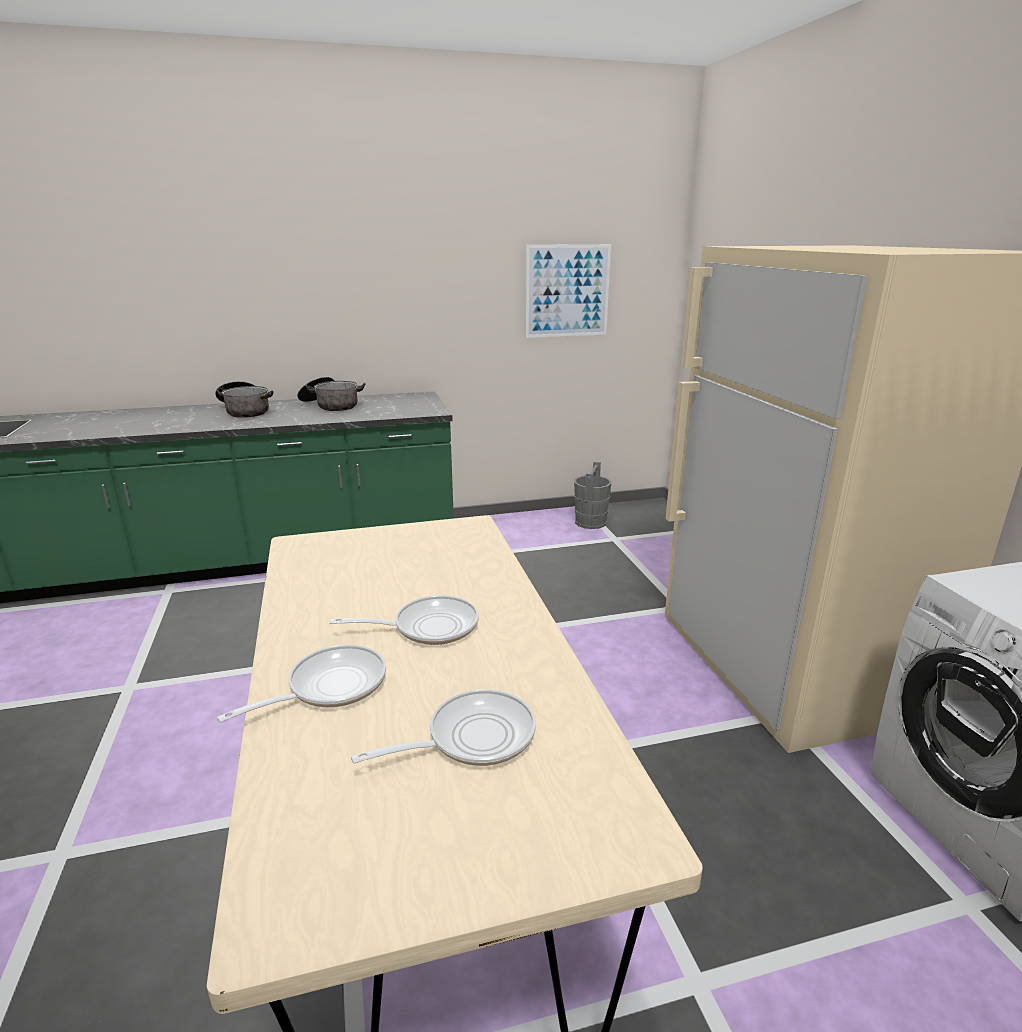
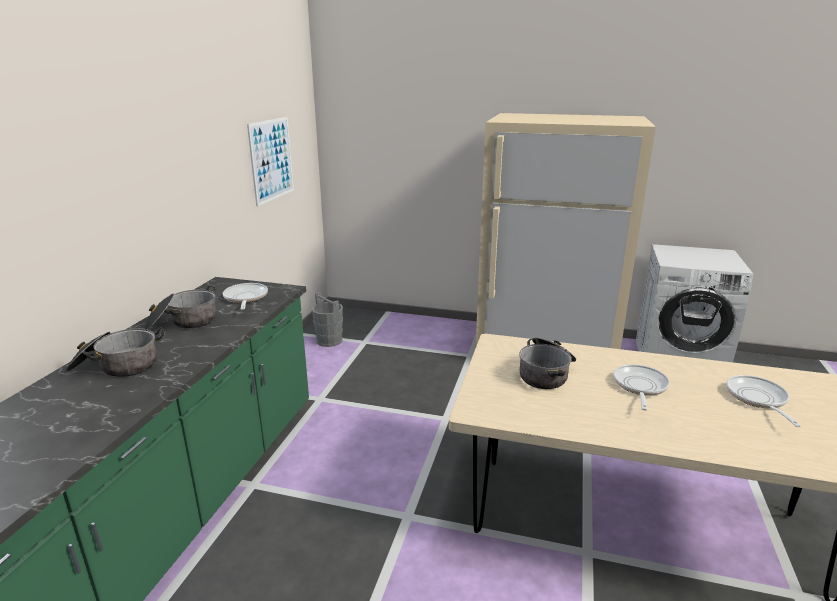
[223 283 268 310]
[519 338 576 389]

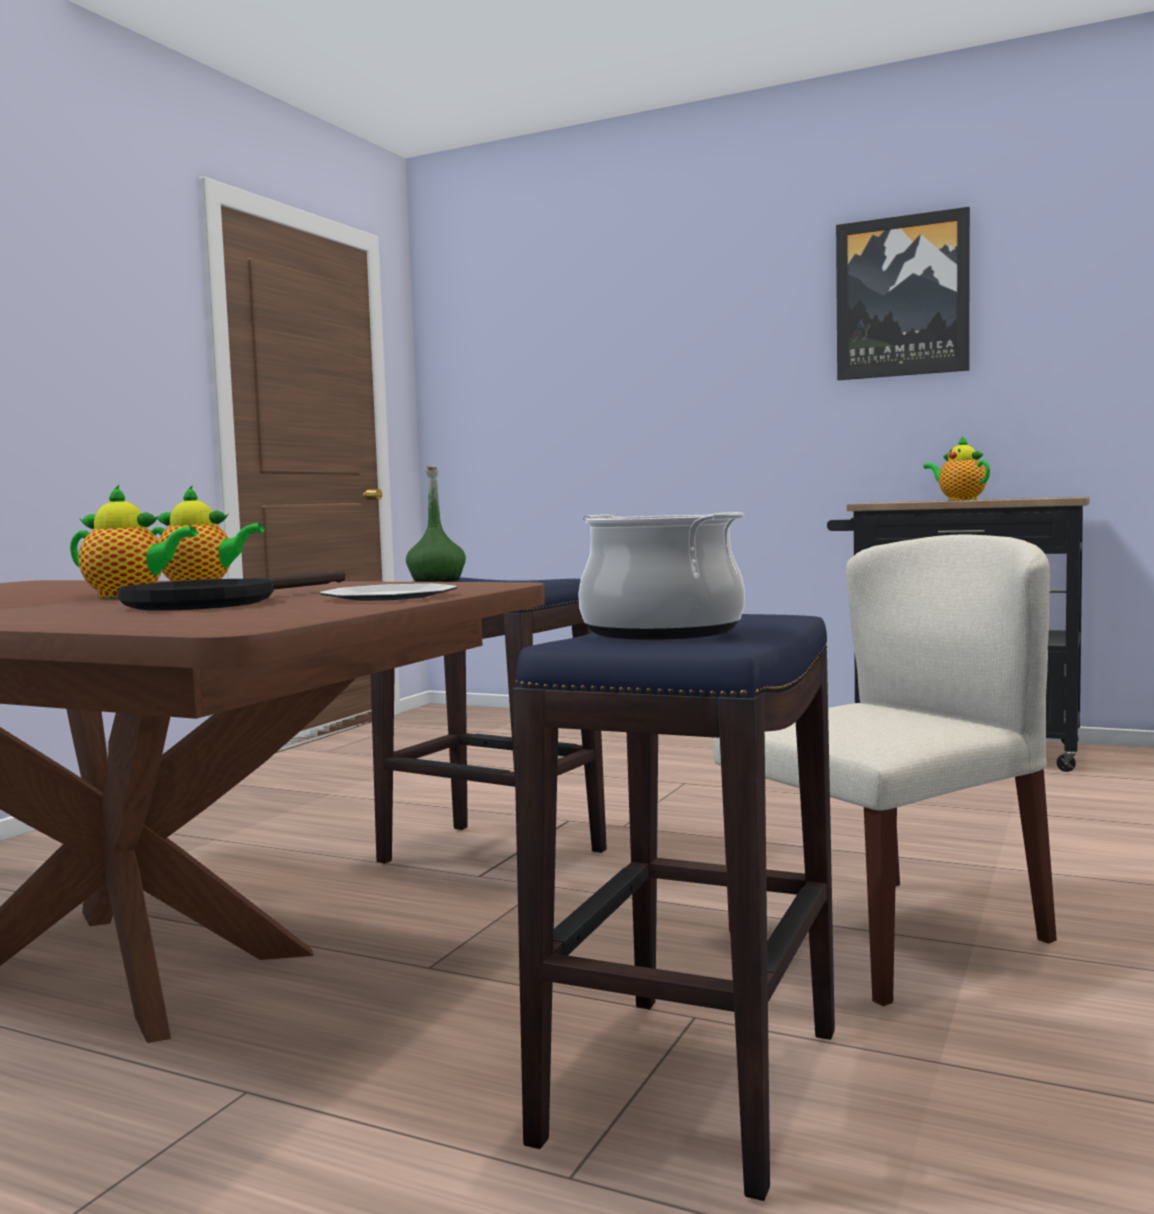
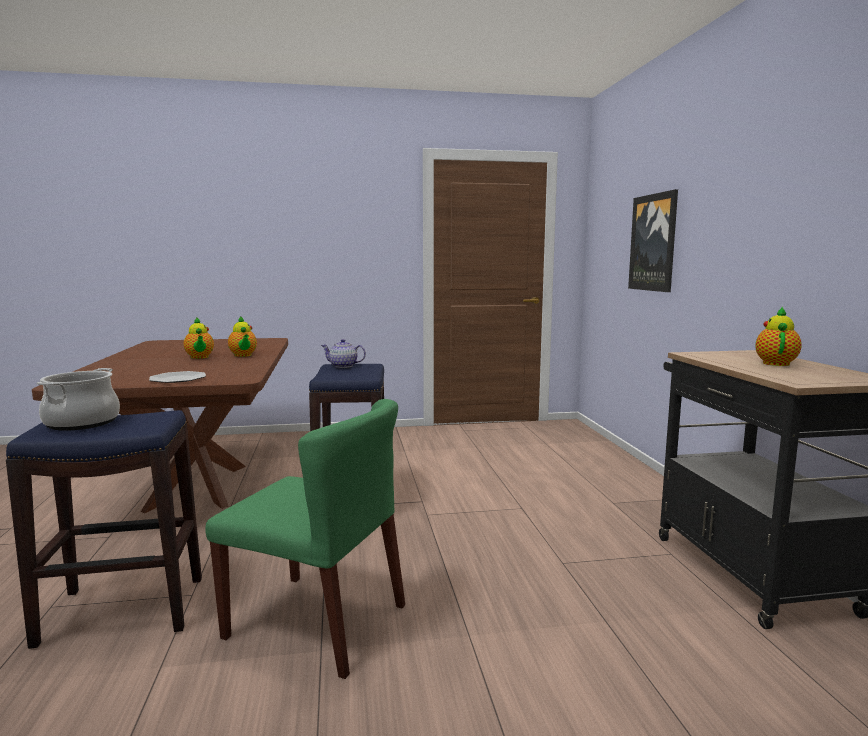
[628 189 678 292]
[321 339 366 368]
[205 399 405 679]
[117 571 345 611] (first image)

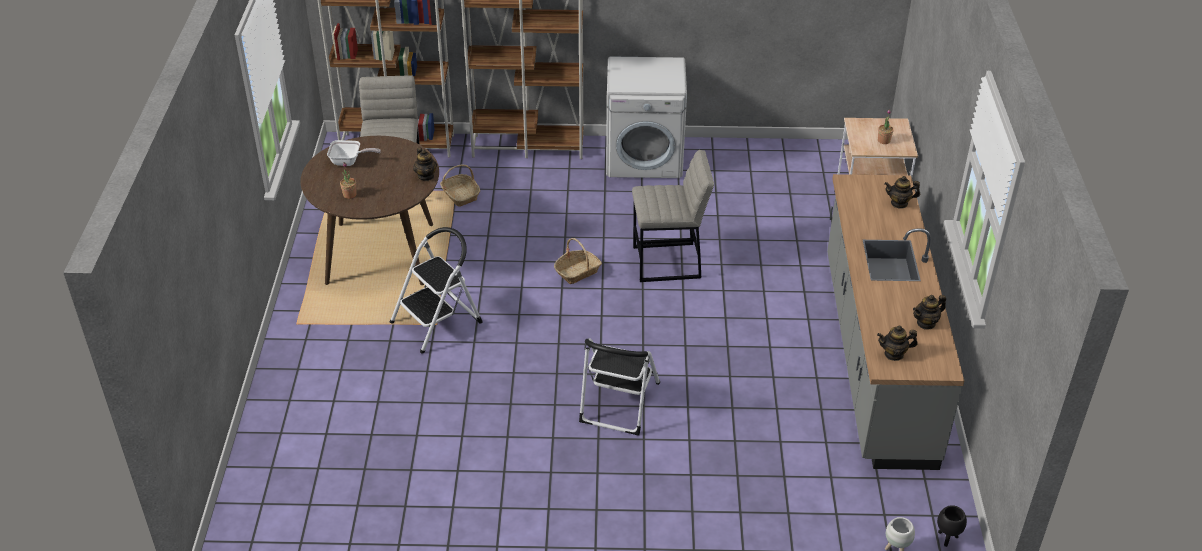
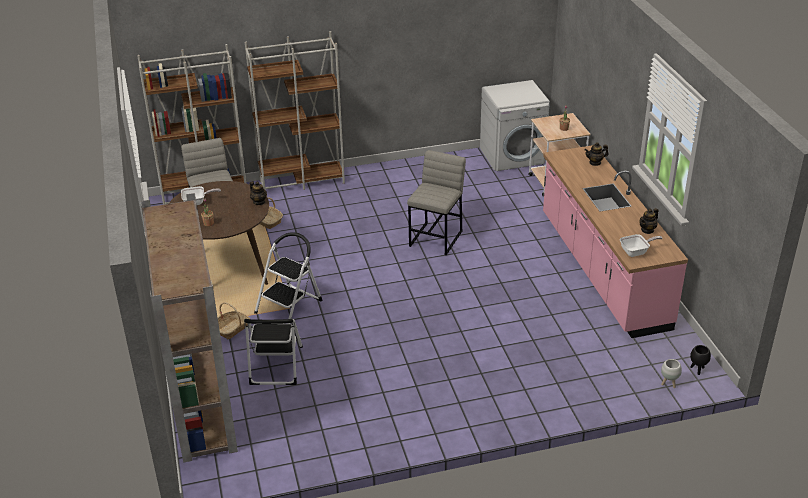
[480 80 550 171]
[407 150 466 255]
[543 146 688 338]
[218 302 250 339]
[620 234 662 257]
[244 319 303 385]
[141 193 238 463]

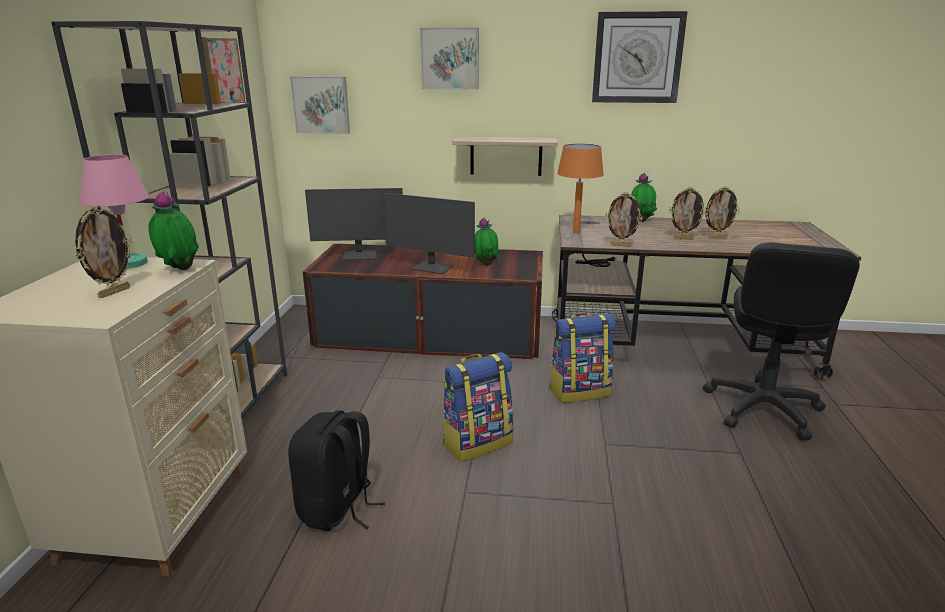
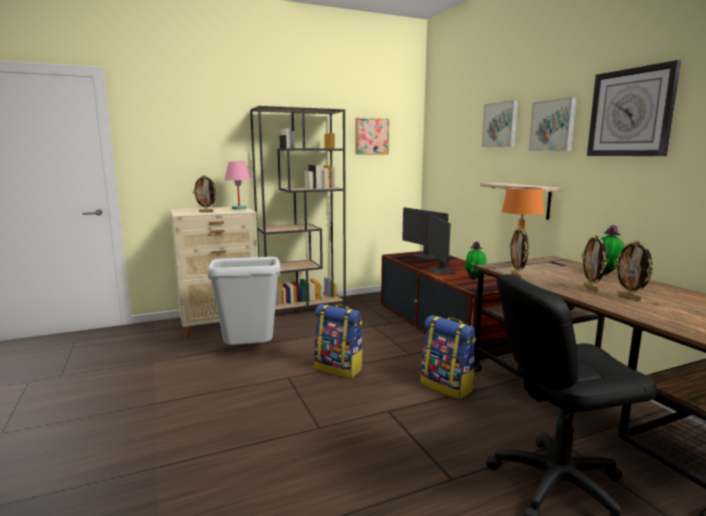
[529 97 577 151]
[148 191 199 270] (first image)
[207 257 281 345]

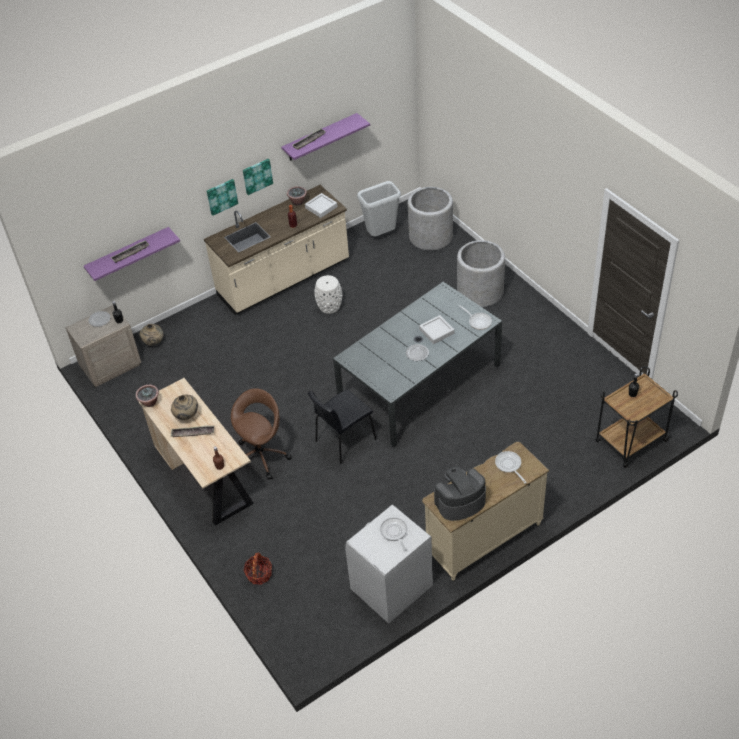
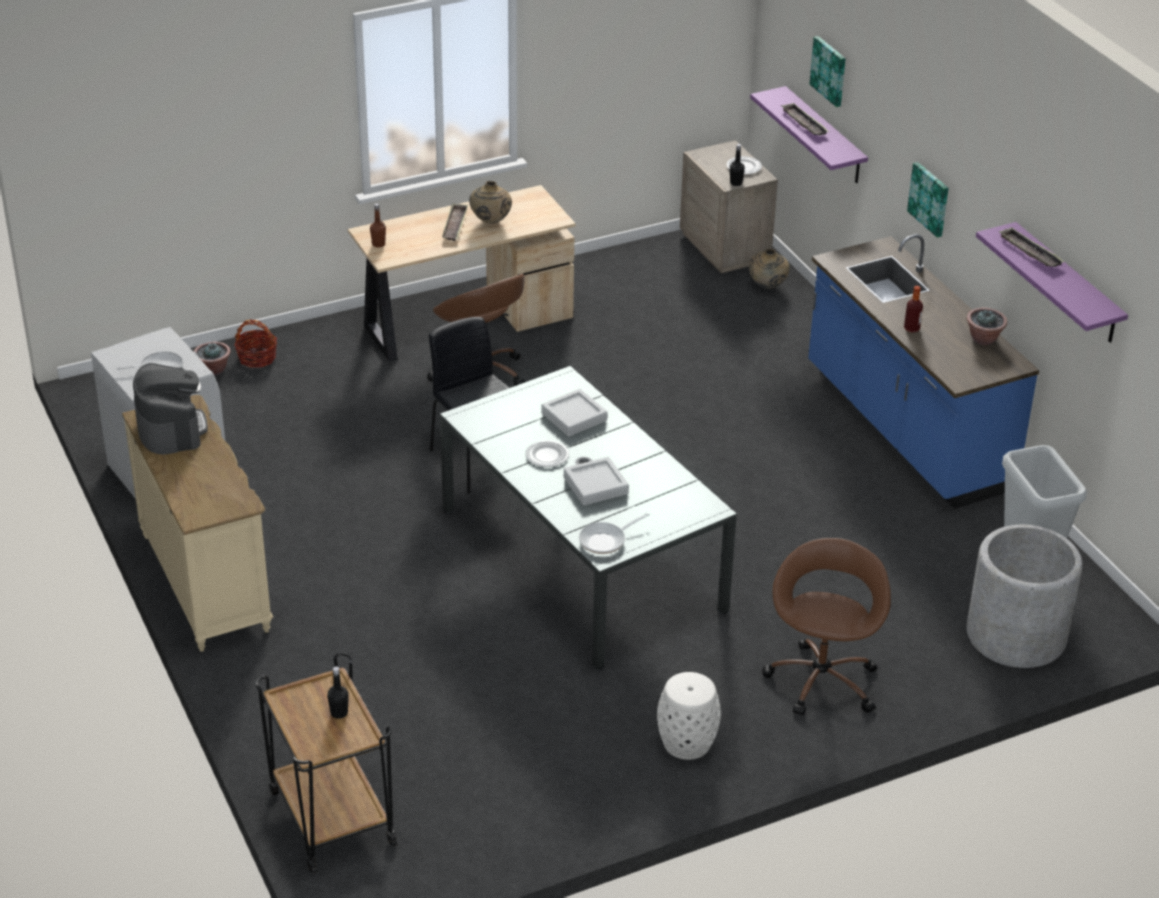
[810 36 846 107]
[808 234 1039 509]
[541 389 608 437]
[762 538 891 715]
[657 672 721 760]
[194 342 231 376]
[495 451 527 483] (first image)

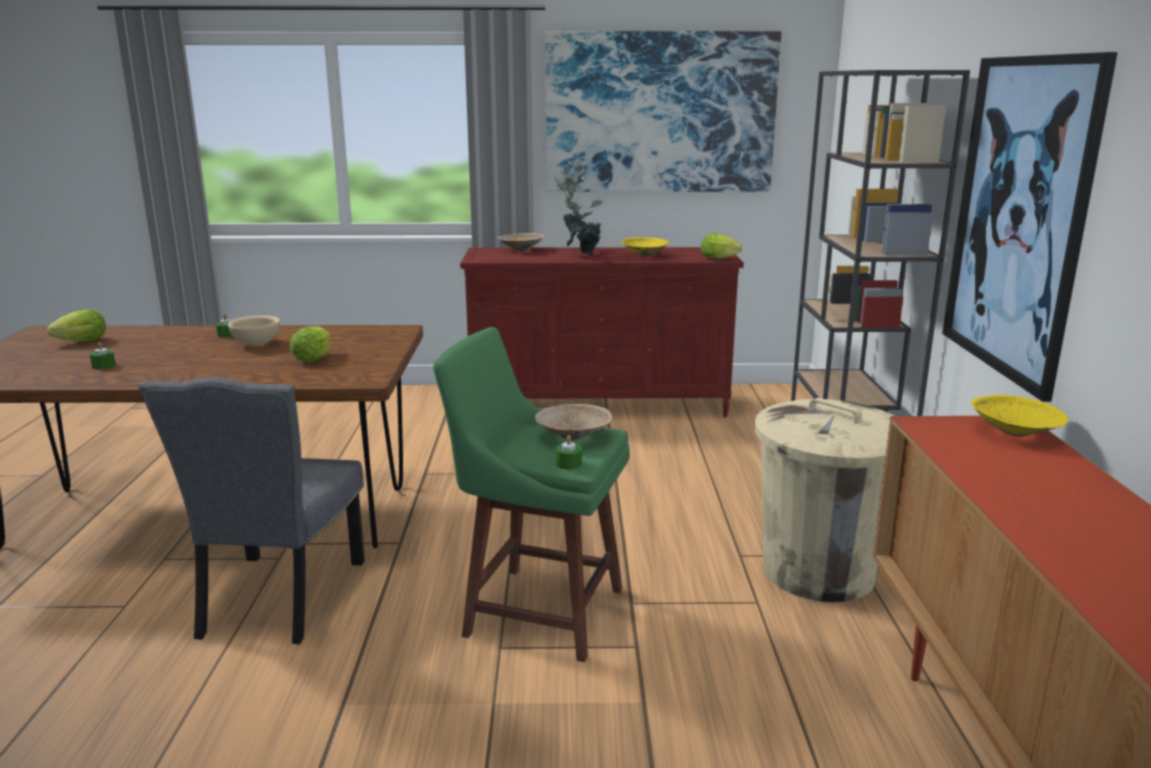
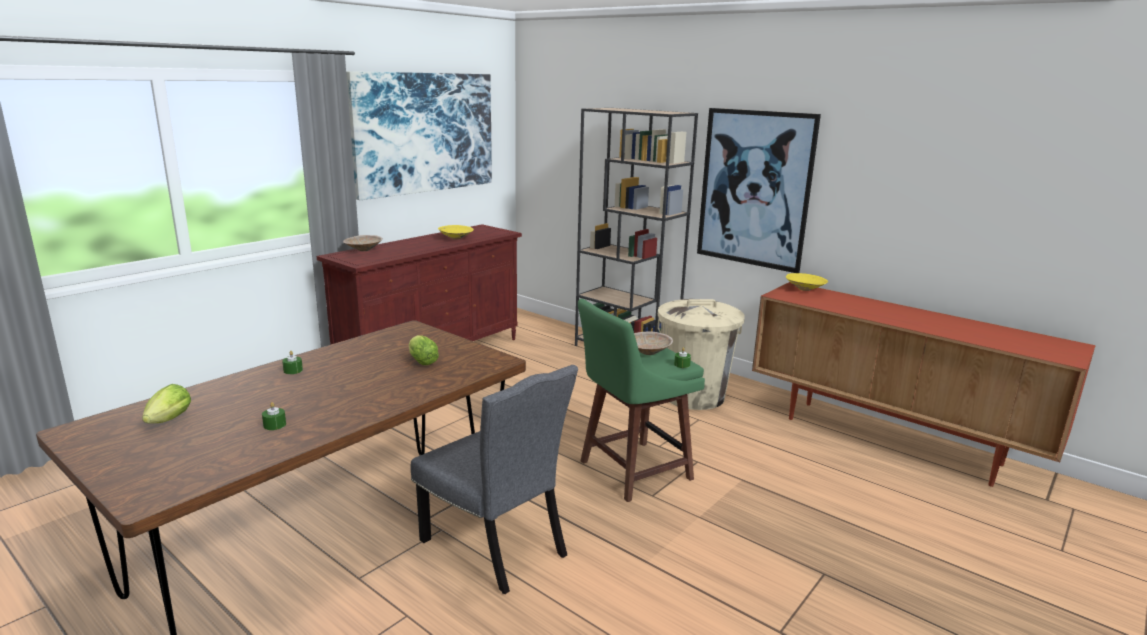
[554 160 604 255] (first image)
[701 233 742 259] (first image)
[228 316 280 346] (first image)

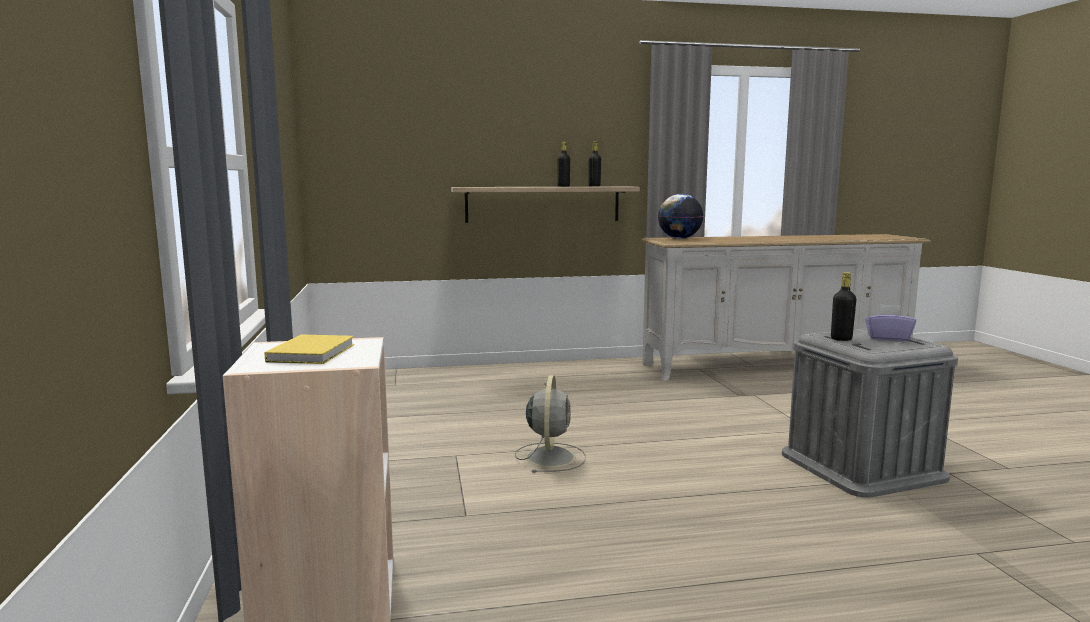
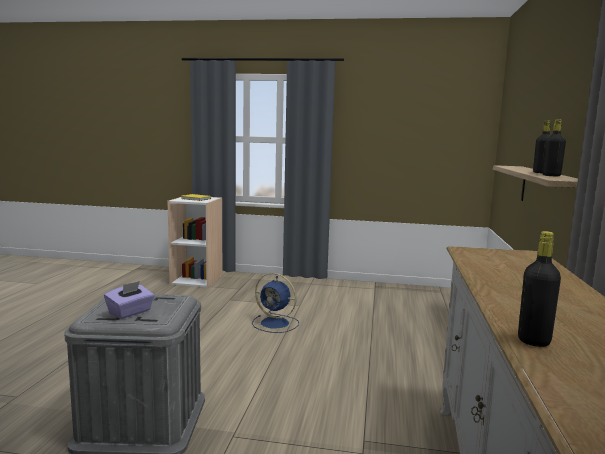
[658 194 703 239] (first image)
[518 231 561 347]
[252 273 299 333]

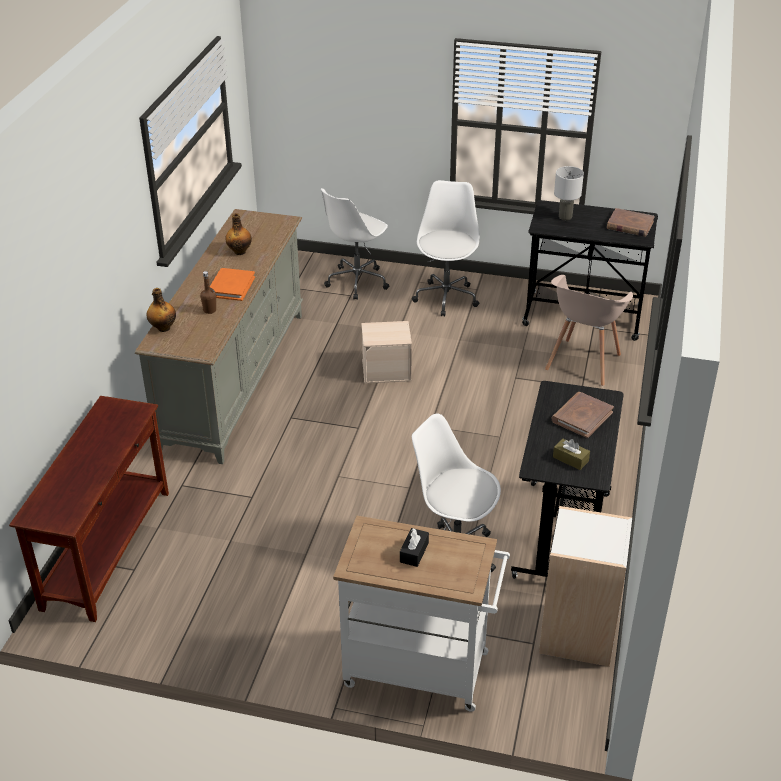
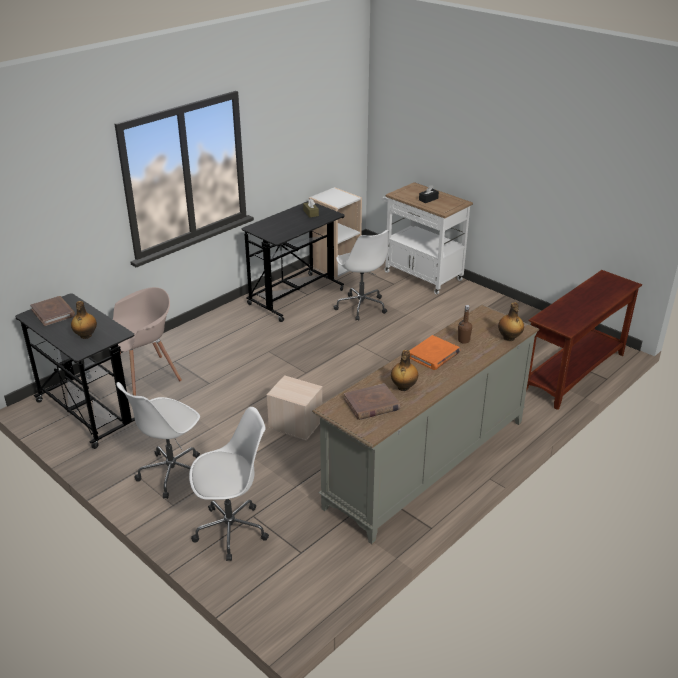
[71 301 97 339]
[344 383 401 420]

